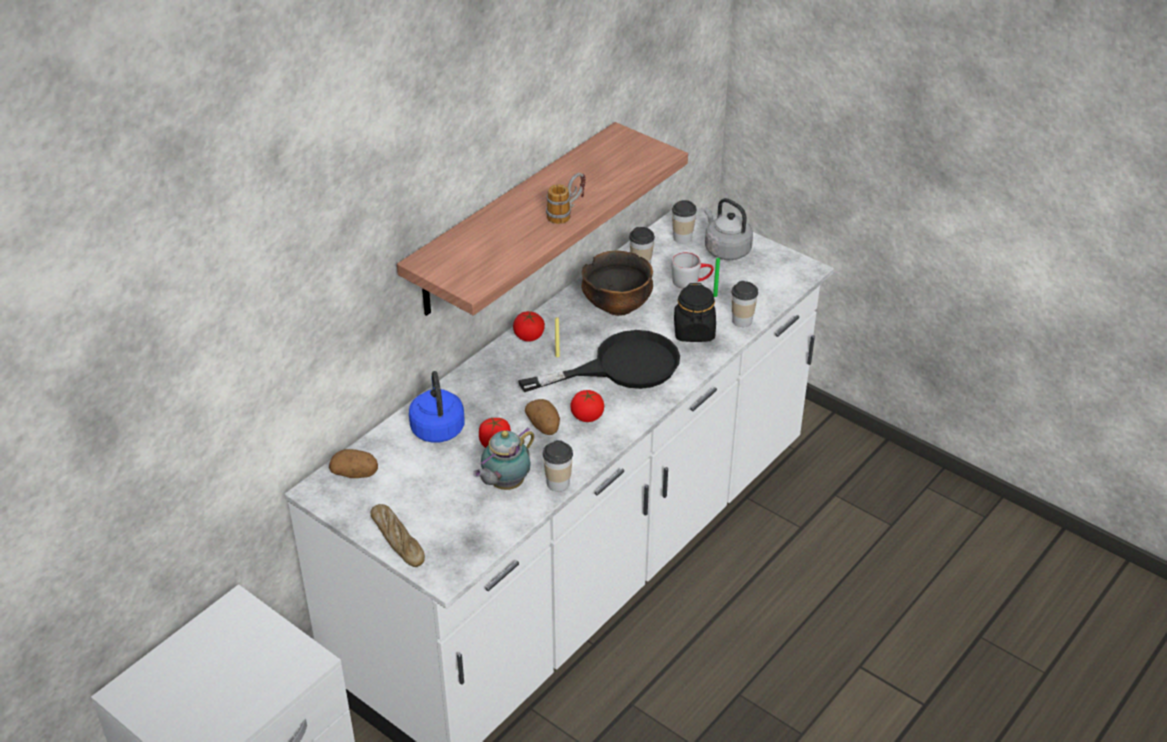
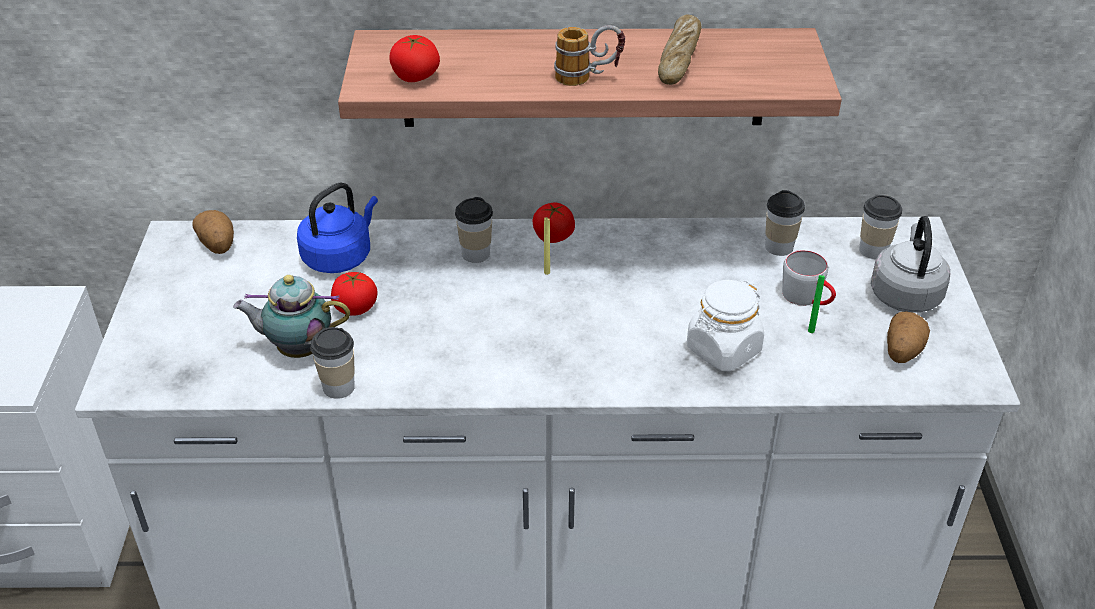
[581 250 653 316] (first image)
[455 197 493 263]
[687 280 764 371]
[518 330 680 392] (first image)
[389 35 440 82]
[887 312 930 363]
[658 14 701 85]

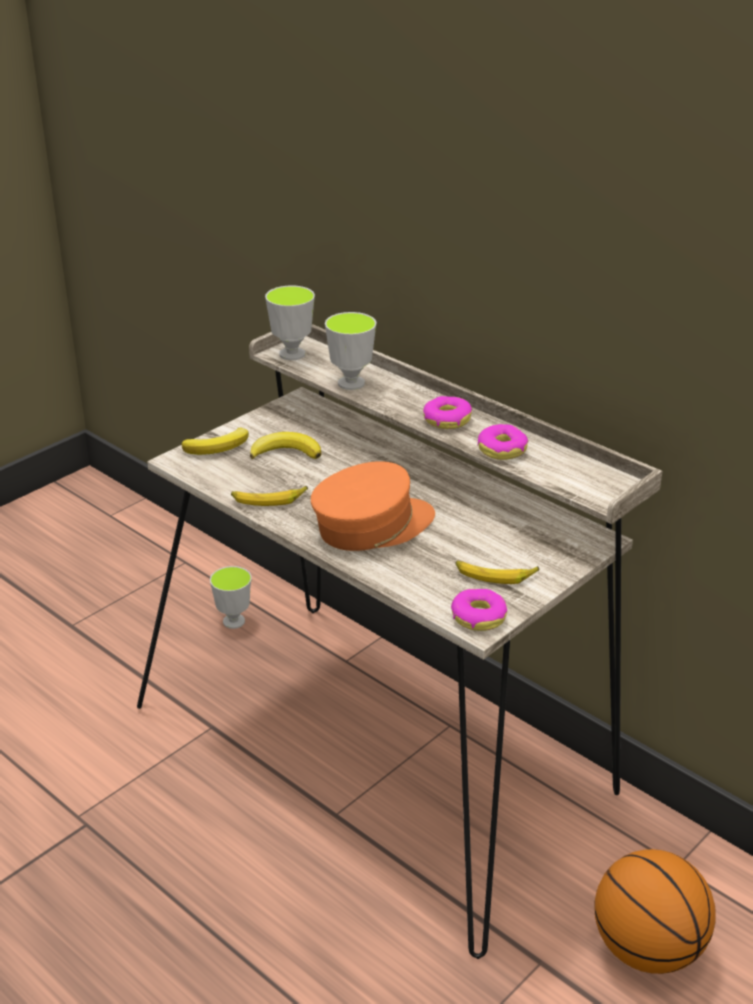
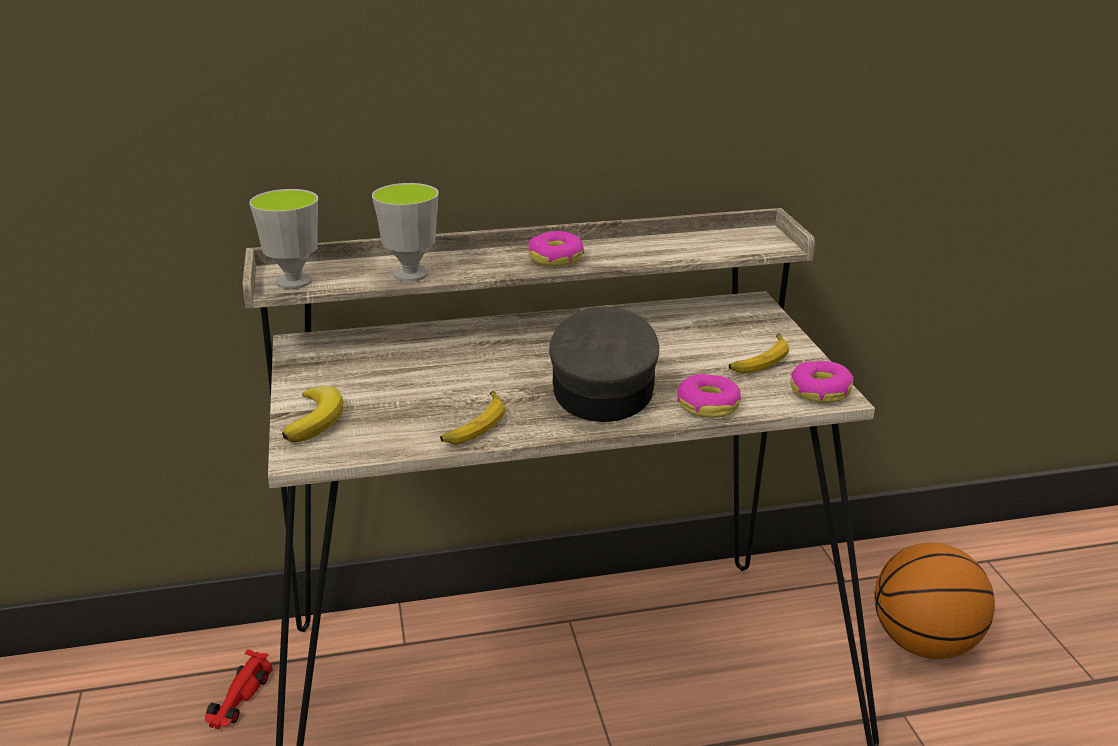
[677 374 741 418]
[250 432 321 459] (first image)
[549 306 659 422]
[205 649 273 730]

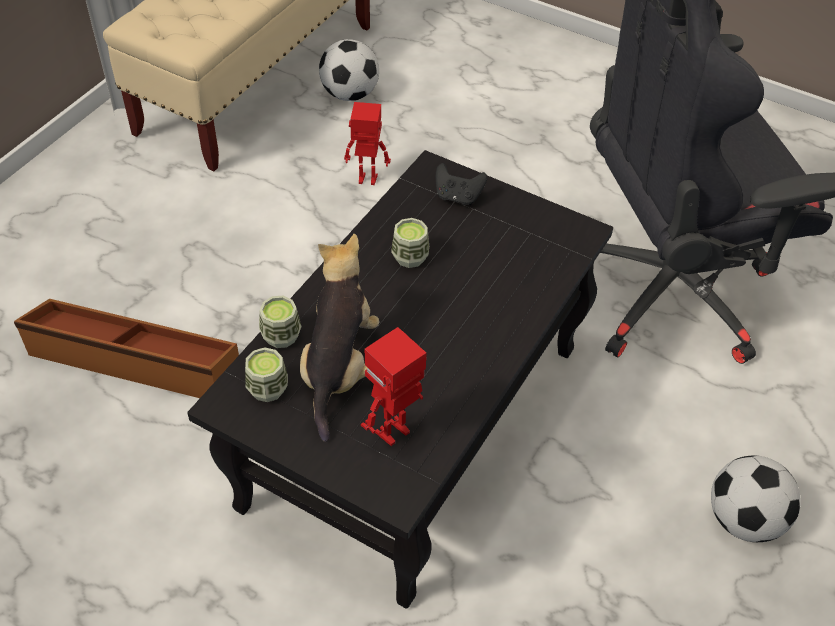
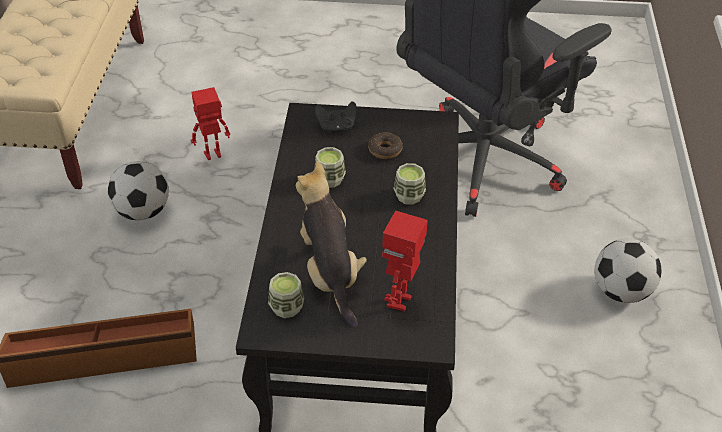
[108 161 169 220]
[393 163 426 205]
[368 132 403 159]

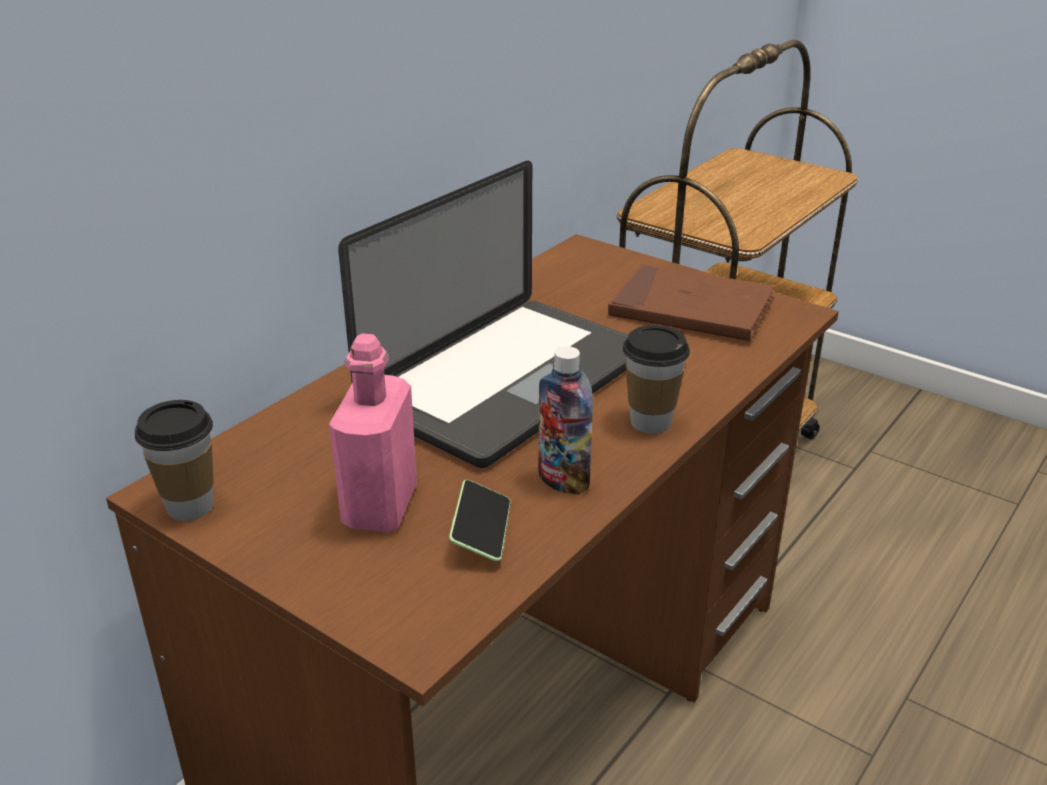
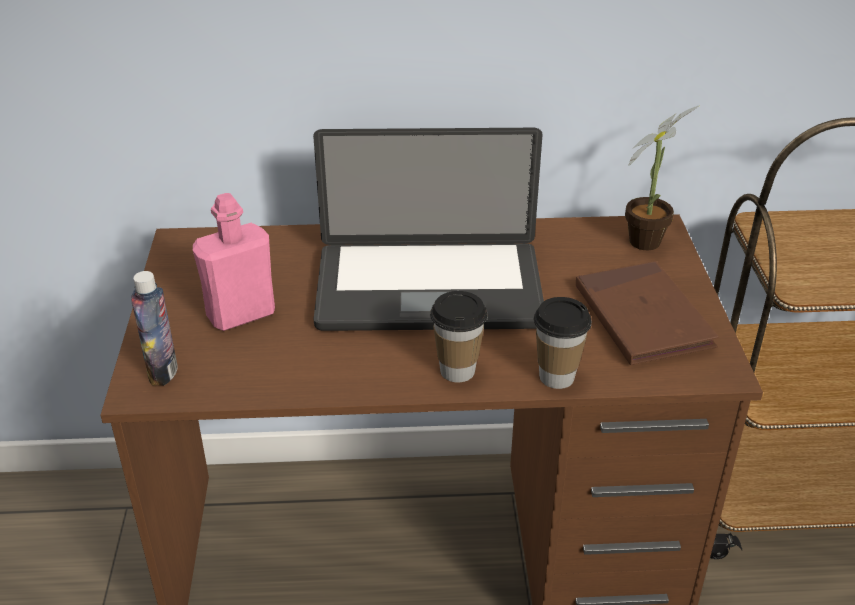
[131 271 178 386]
[534 297 592 389]
[449 480 511 561] (first image)
[625 105 700 250]

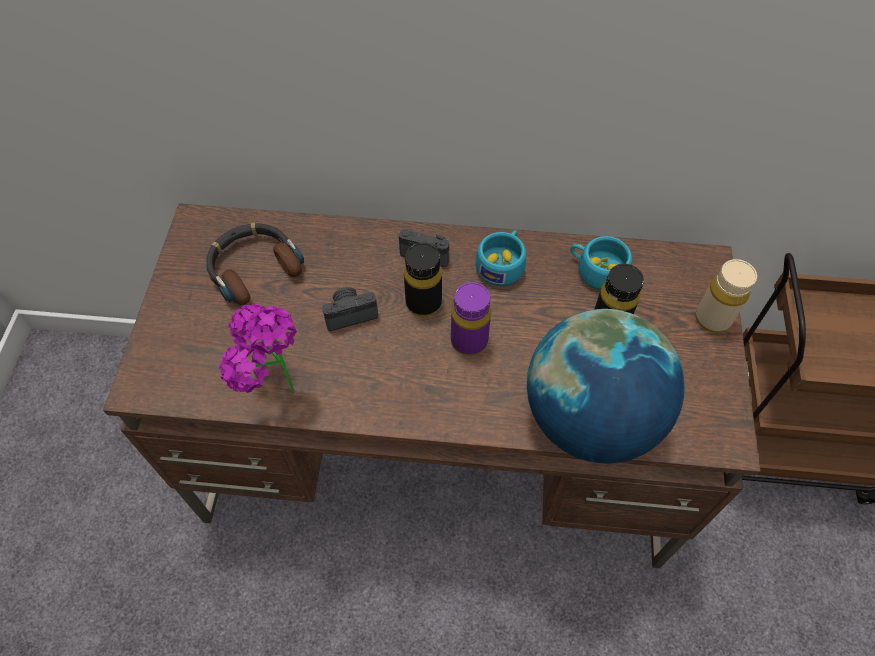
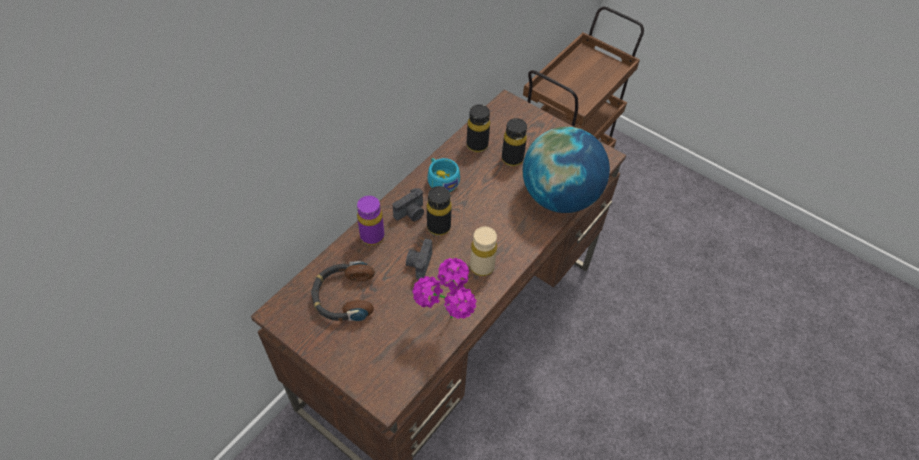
[467 104 490 152]
[470 226 497 276]
[357 196 384 245]

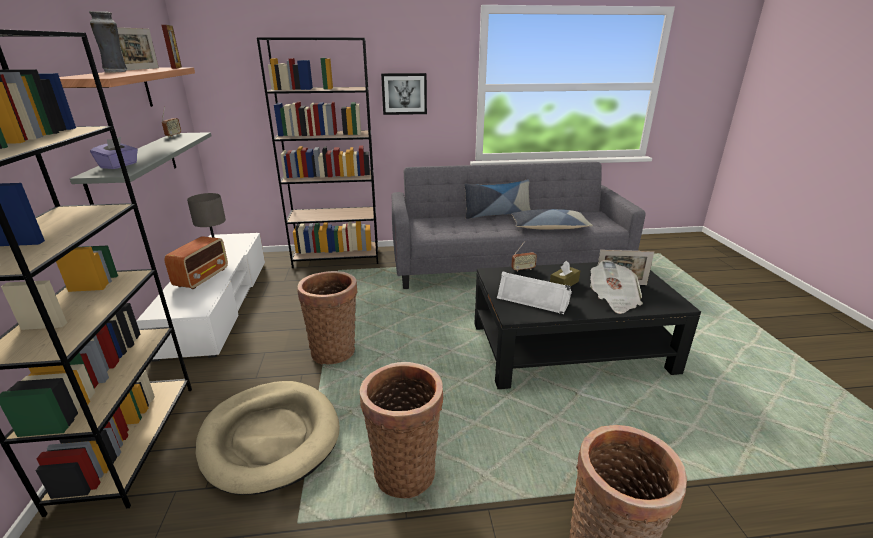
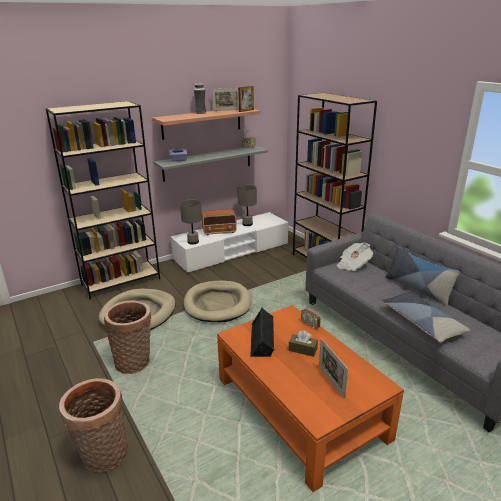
[381 73 427 115] (first image)
[337 243 373 271]
[217 305 404 492]
[184 281 252 322]
[250 308 274 357]
[180 199 202 245]

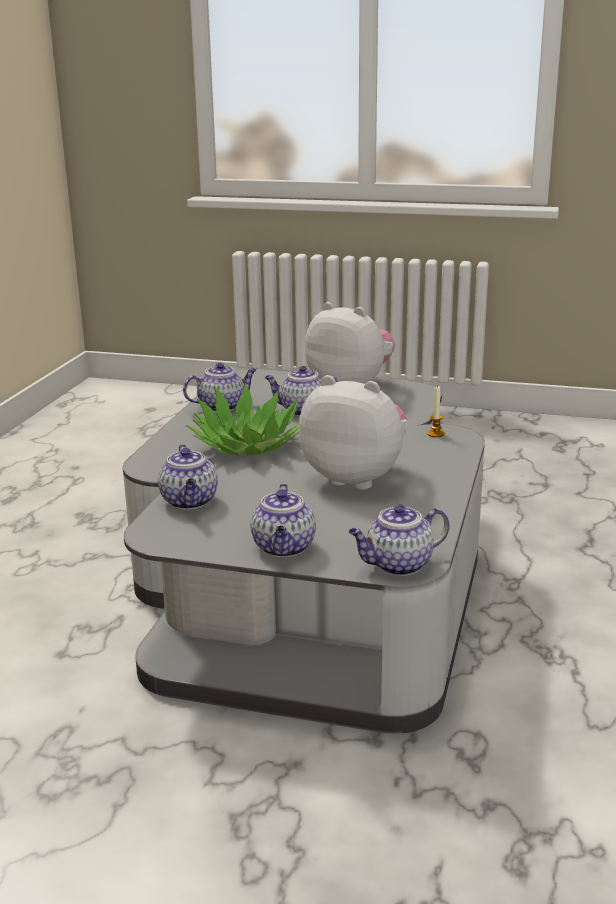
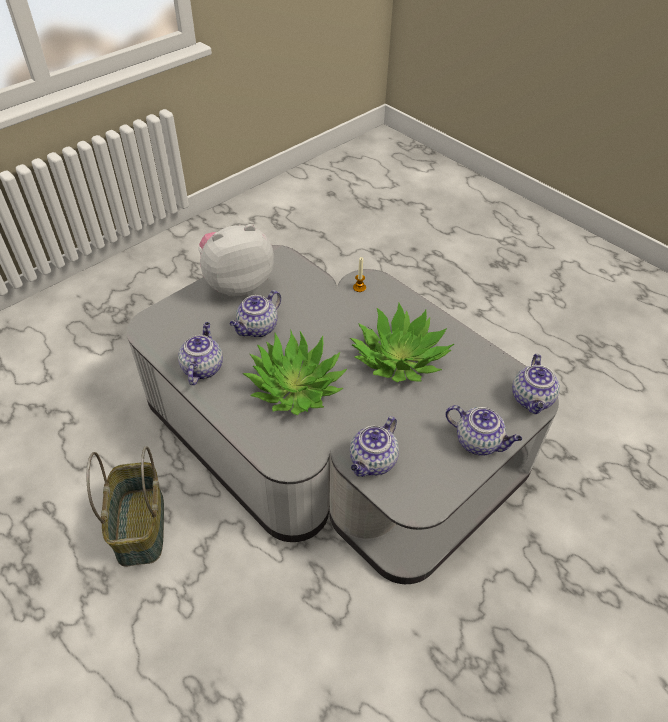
[350 303 454 382]
[350 416 399 477]
[86 446 164 566]

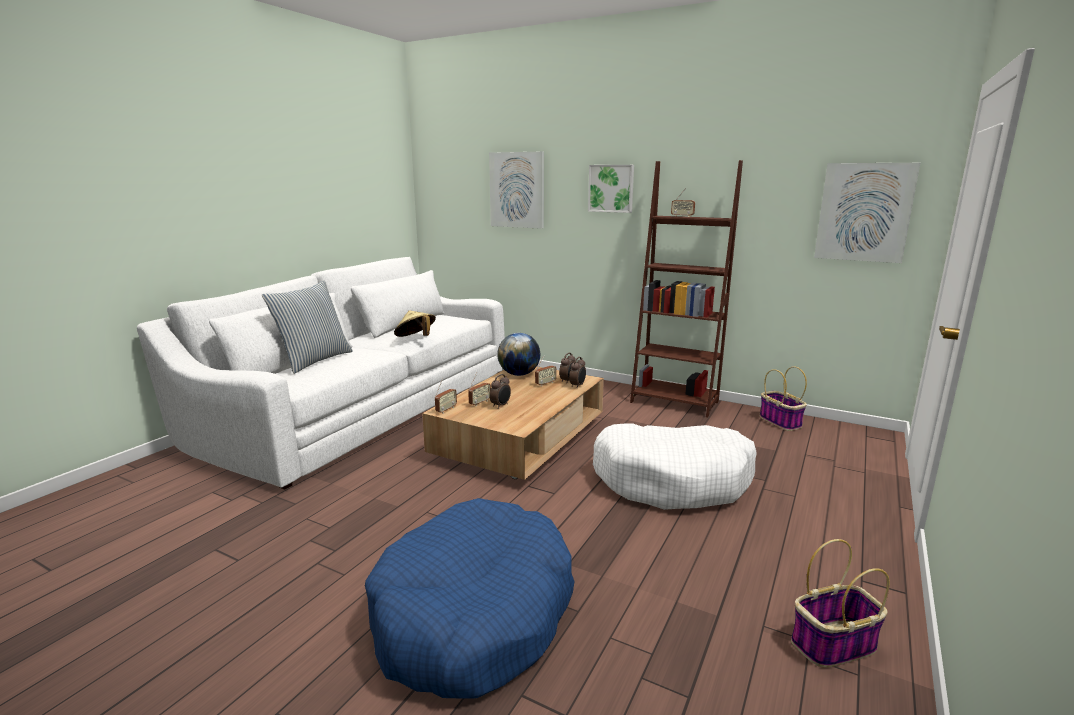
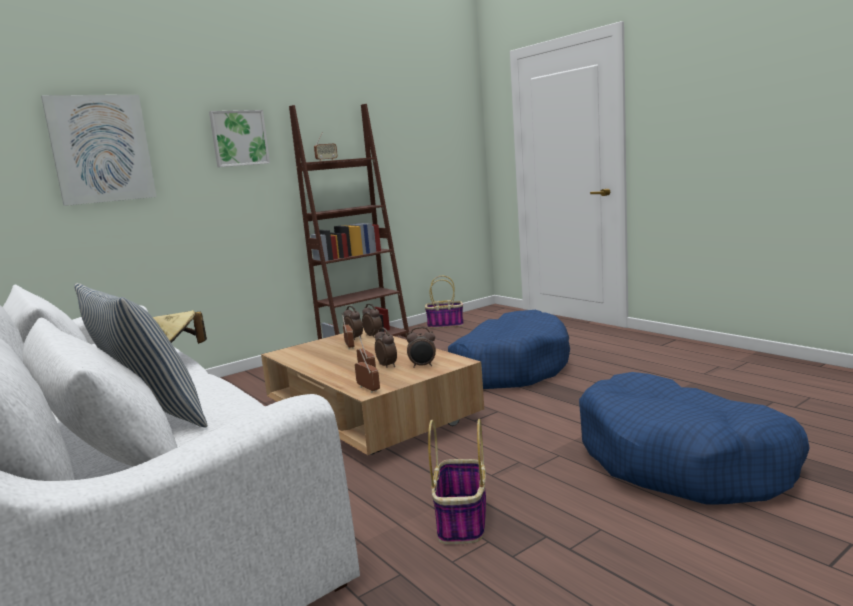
[814 163 920 263] (first image)
[497 333 540 376] (first image)
[448 310 570 389]
[428 419 486 544]
[407 327 436 368]

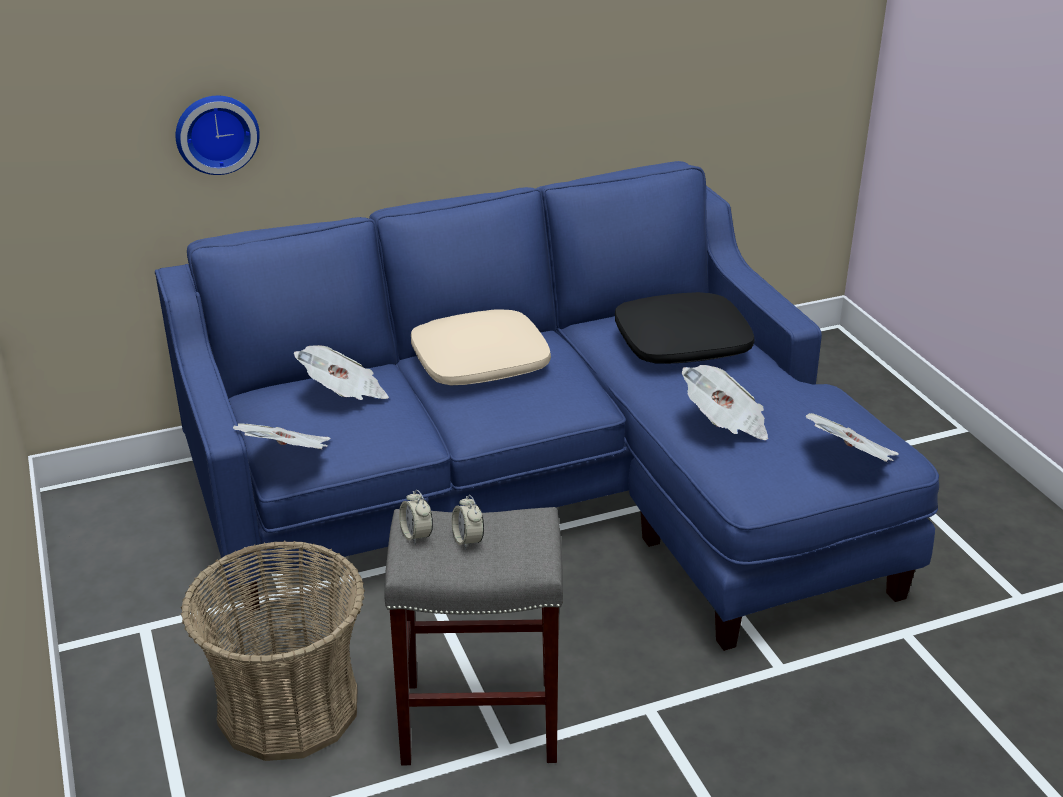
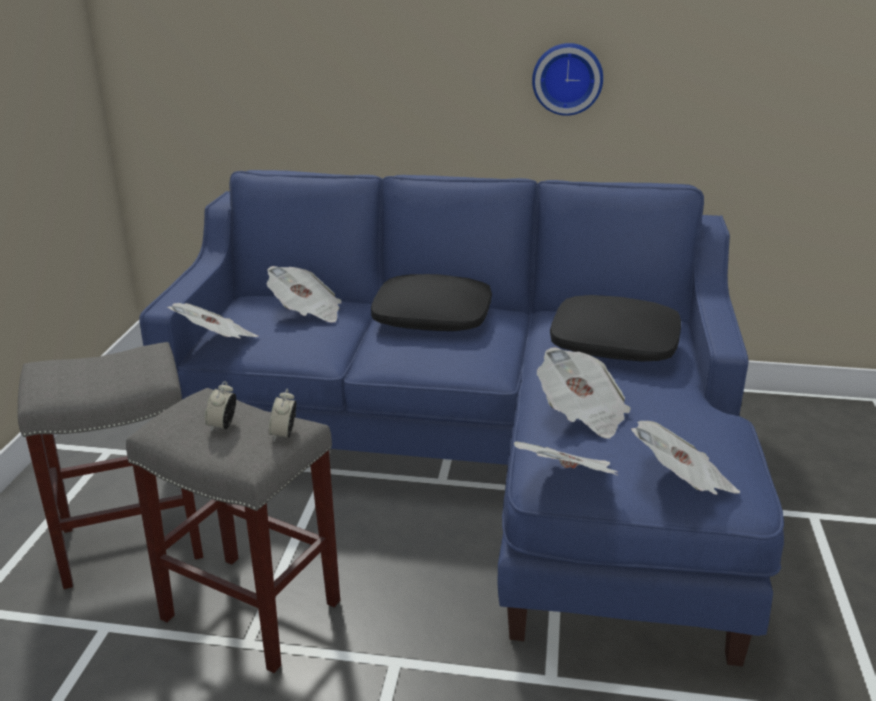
[532 43 603 116]
[371 274 492 331]
[269 388 296 441]
[18 342 203 589]
[514 442 617 475]

